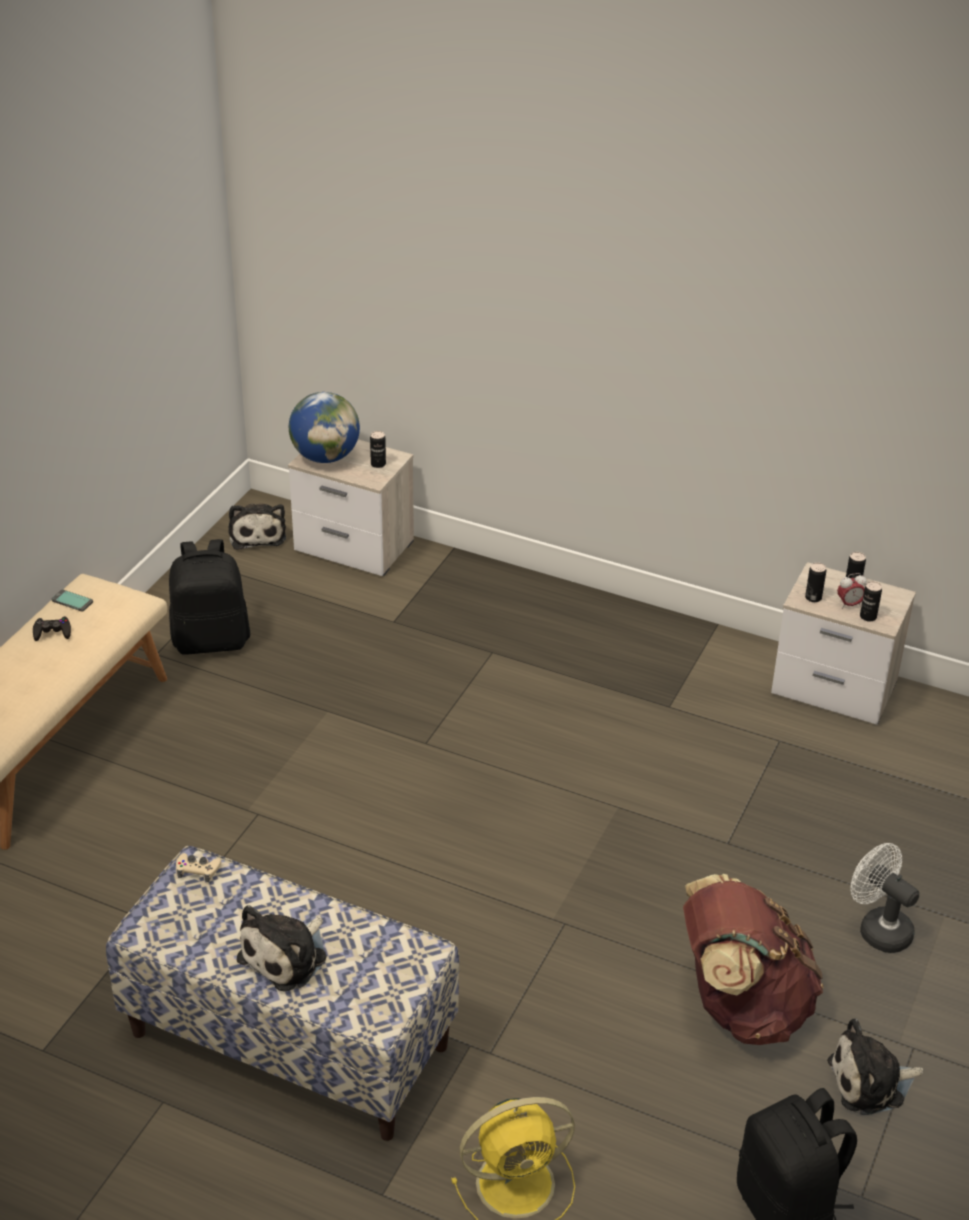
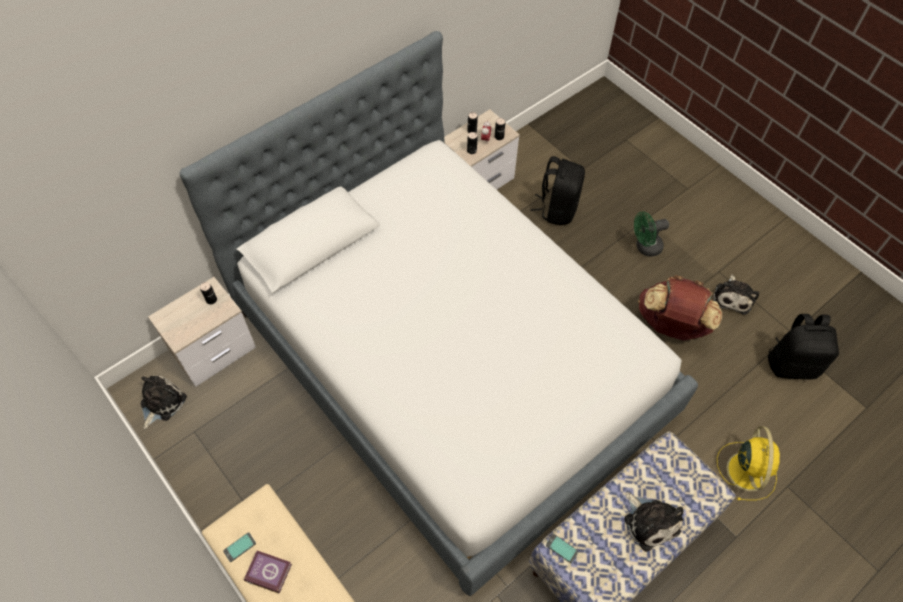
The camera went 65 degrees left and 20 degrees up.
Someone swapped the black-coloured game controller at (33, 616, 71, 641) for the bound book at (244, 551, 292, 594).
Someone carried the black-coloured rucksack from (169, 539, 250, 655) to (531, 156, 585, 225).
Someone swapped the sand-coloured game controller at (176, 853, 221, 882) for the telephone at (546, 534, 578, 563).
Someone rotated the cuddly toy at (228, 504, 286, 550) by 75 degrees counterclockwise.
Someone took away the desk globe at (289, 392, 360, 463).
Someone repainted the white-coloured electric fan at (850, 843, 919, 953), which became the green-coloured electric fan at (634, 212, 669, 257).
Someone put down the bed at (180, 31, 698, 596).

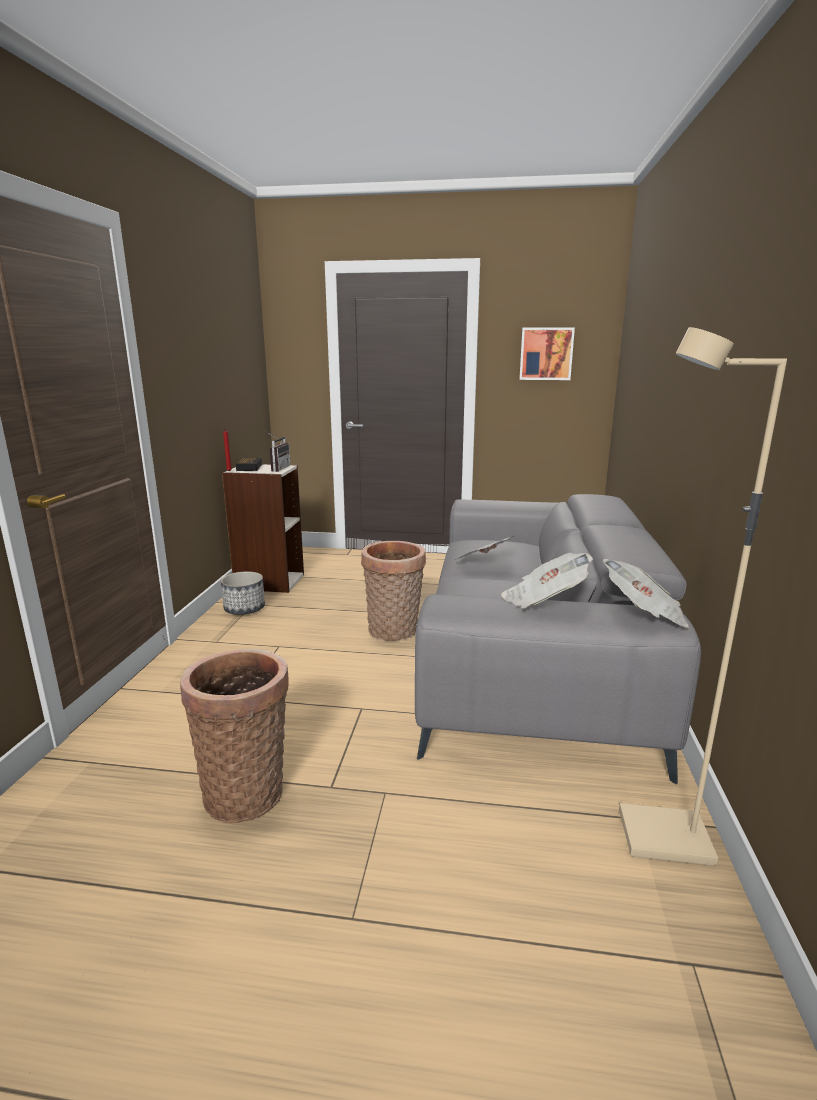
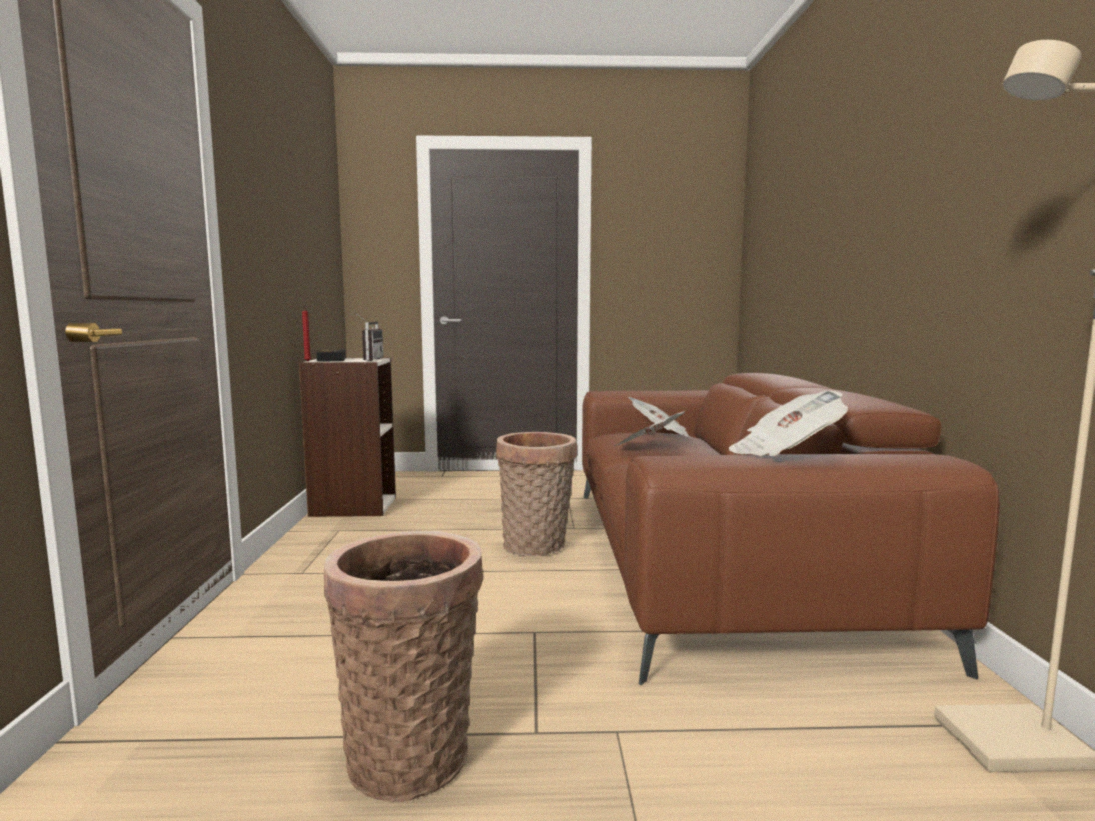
The camera went 10 degrees left and 10 degrees down.
Someone took away the planter at (221, 571, 265, 615).
Someone repainted the grey settee at (415, 494, 701, 785), which became the brown settee at (582, 373, 1000, 685).
Someone took away the wall picture at (519, 327, 575, 380).
Someone carried the newspaper from (603, 559, 690, 628) to (628, 397, 691, 438).

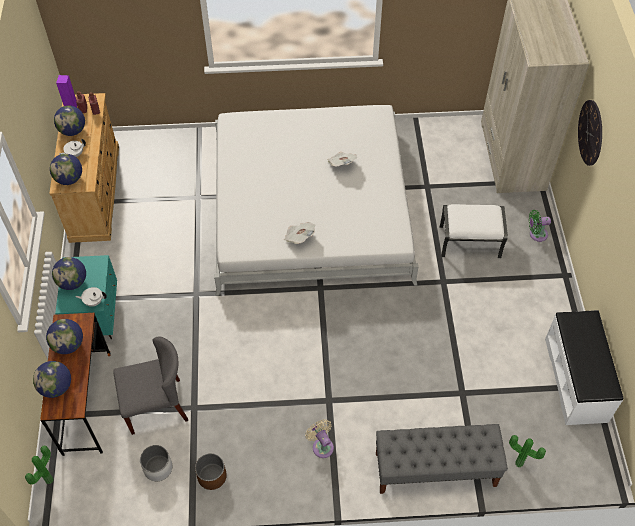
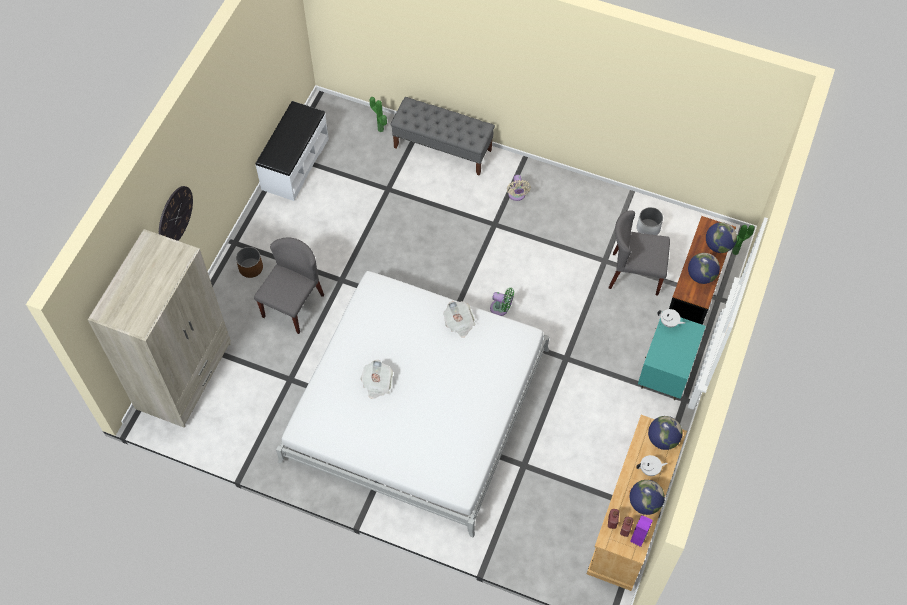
The camera went 155 degrees left and 5 degrees up.
Someone took away the desk globe at (52, 257, 86, 290).
Someone carried the brown planter from (195, 453, 227, 490) to (236, 247, 263, 278).
Someone swapped the white-coloured footrest at (439, 204, 508, 258) for the grey plain chair at (254, 237, 324, 334).
Someone carried the green-coloured electric fan from (529, 210, 551, 242) to (490, 288, 514, 316).

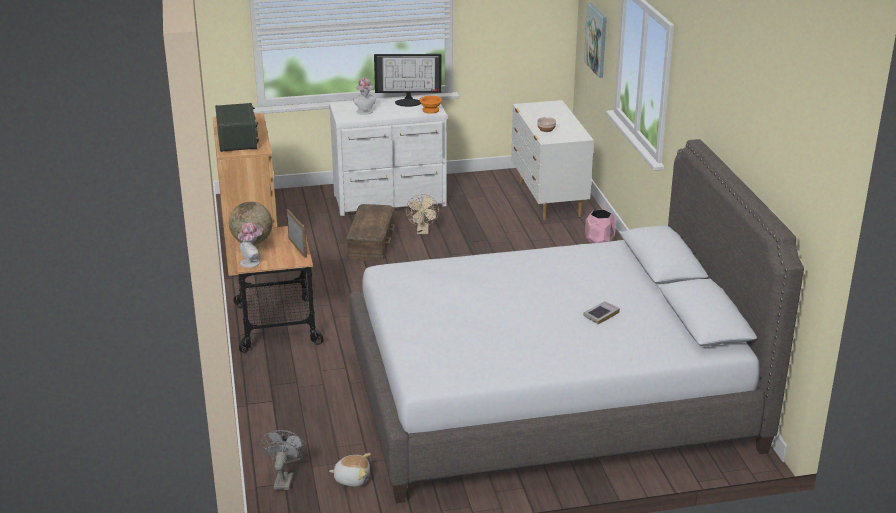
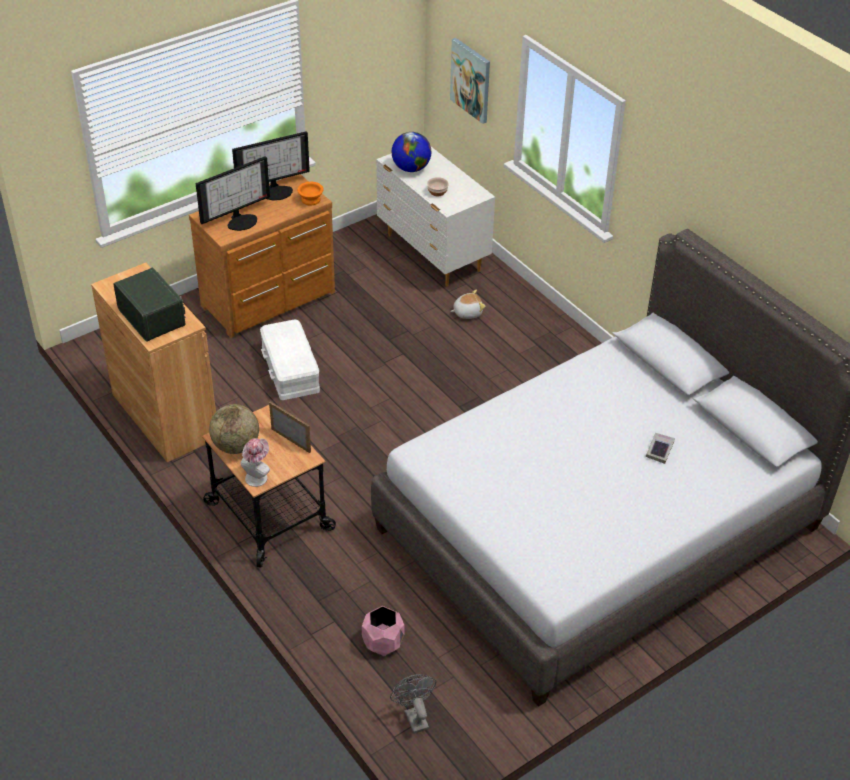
The camera went 25 degrees left and 15 degrees up.
Someone repainted the white-coloured dresser at (329, 95, 447, 216), which became the brown dresser at (189, 174, 335, 338).
Someone carried the cuddly toy from (329, 453, 371, 487) to (450, 290, 486, 319).
Someone repainted the brown storage container at (346, 204, 395, 261), which became the white-coloured storage container at (260, 319, 320, 400).
Someone swapped the wearable hat at (353, 78, 376, 115) for the computer display at (196, 156, 270, 231).
Someone took away the sand-coloured electric fan at (406, 194, 439, 234).
Someone carried the pinkish planter from (585, 209, 616, 243) to (362, 606, 404, 656).
Someone put down the desk globe at (392, 132, 431, 172).

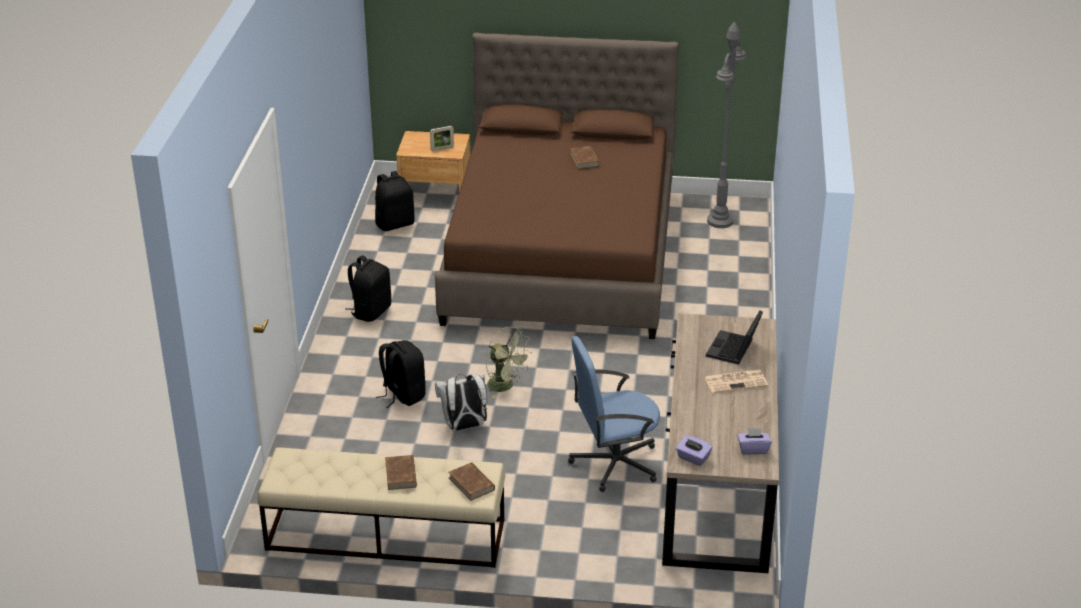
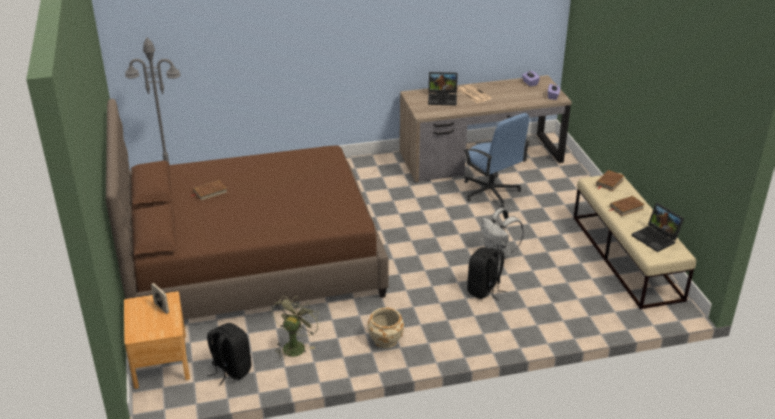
The camera went 110 degrees left and 0 degrees up.
Someone swapped the black-coloured rucksack at (346, 255, 391, 322) for the sand-coloured planter at (367, 308, 404, 348).
Someone carried the green-coloured electric fan from (486, 327, 530, 399) to (271, 296, 321, 360).
Someone put down the portable computer at (631, 203, 684, 252).

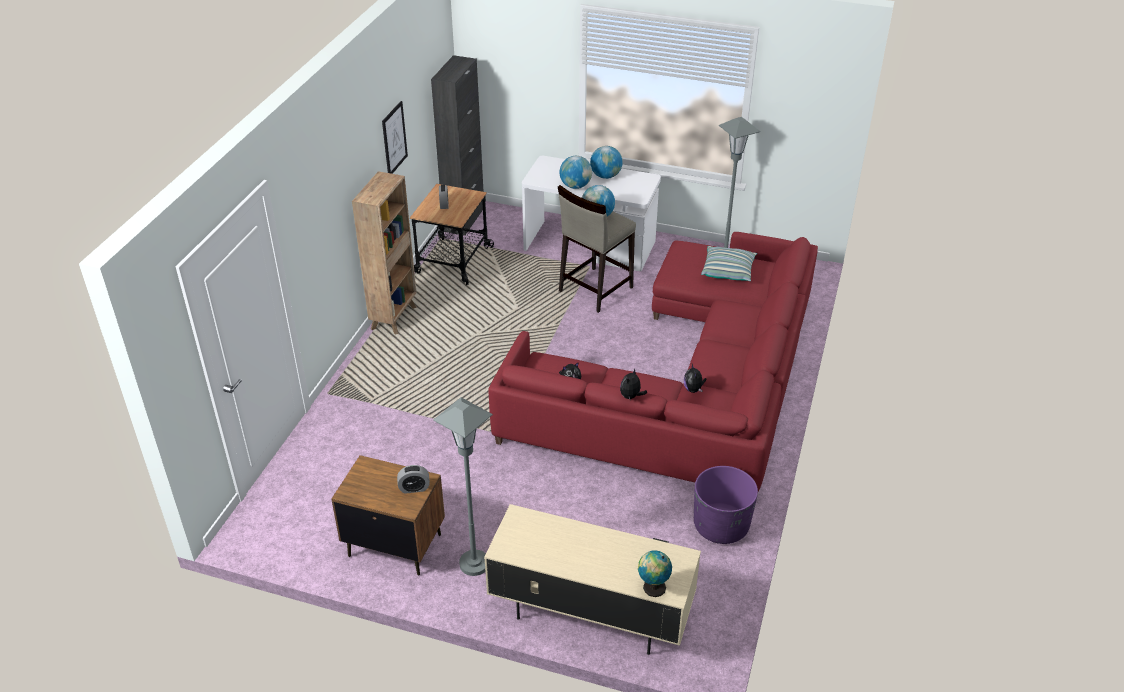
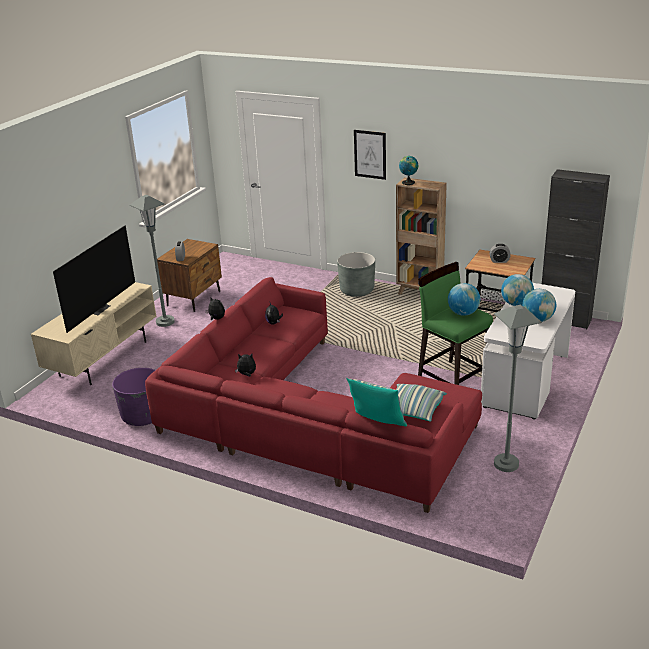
The camera went 100 degrees right and 10 degrees down.
Someone carried the wall picture from (382, 101, 408, 174) to (354, 130, 386, 180).
Someone repainted the sand-coloured sitting stool at (558, 185, 636, 313), which became the green-coloured sitting stool at (418, 262, 493, 385).
Someone carried the desk globe from (638, 551, 672, 597) to (399, 156, 418, 185).
Someone put down the television at (53, 225, 135, 333).
Someone put down the grey planter at (337, 252, 375, 297).
Someone put down the throw pillow at (346, 378, 407, 427).

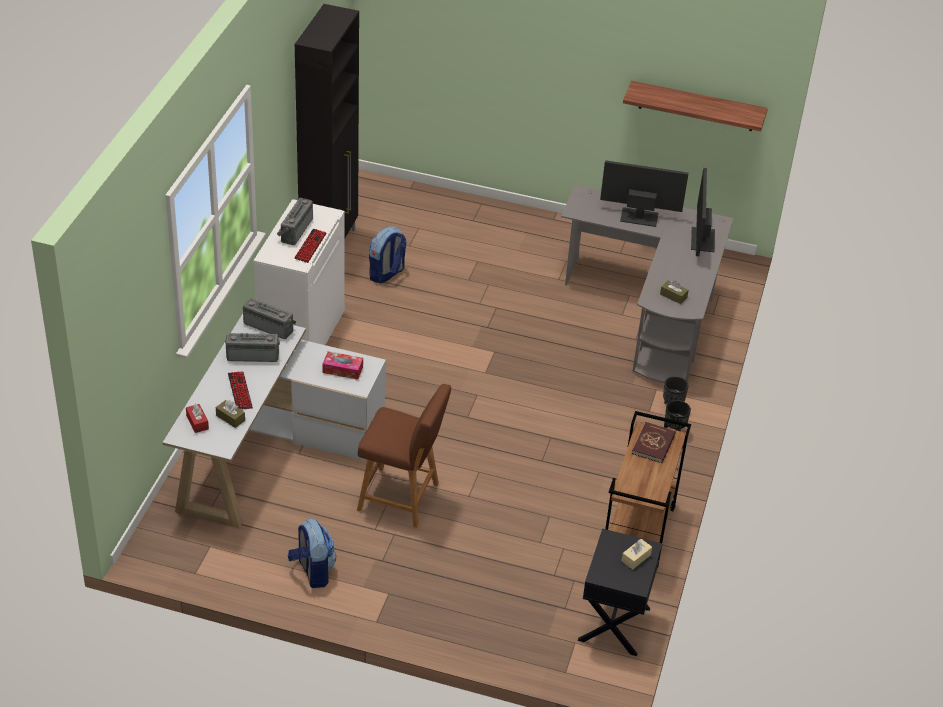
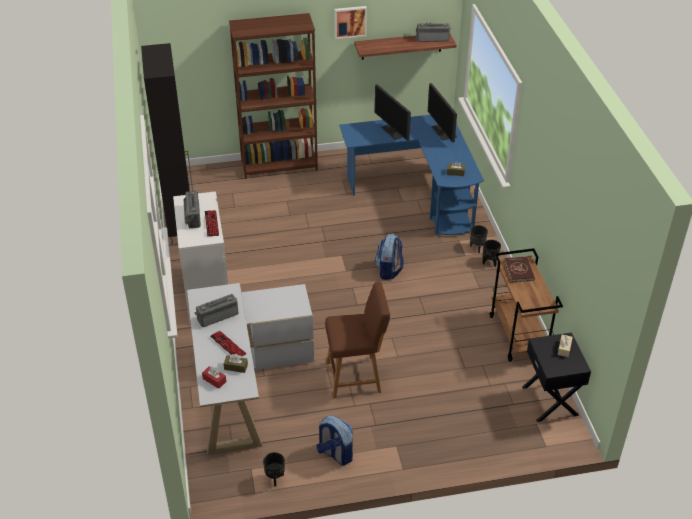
The camera went 25 degrees left and 0 degrees up.
Someone carried the radio receiver from (243, 298, 296, 339) to (416, 22, 451, 42).
Someone took away the tissue box at (322, 351, 363, 380).
Someone carried the rucksack from (369, 226, 407, 283) to (375, 234, 404, 280).
Someone repainted the grey desk unit at (561, 184, 734, 383), which became the bluish desk unit at (339, 115, 484, 235).
Someone rotated the computer display at (600, 160, 689, 227) by 105 degrees counterclockwise.
Someone put down the brown shelving unit at (229, 13, 318, 179).
Someone put down the black-coloured planter at (263, 452, 285, 487).
Someone put up the wall picture at (335, 6, 367, 39).

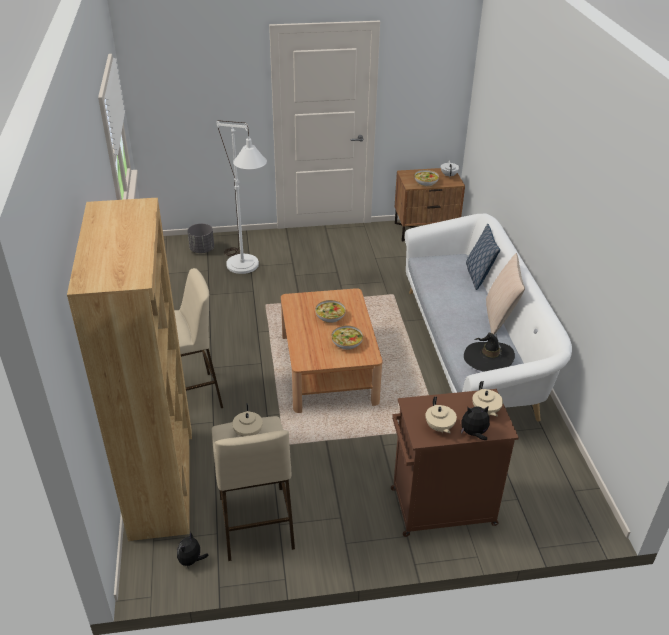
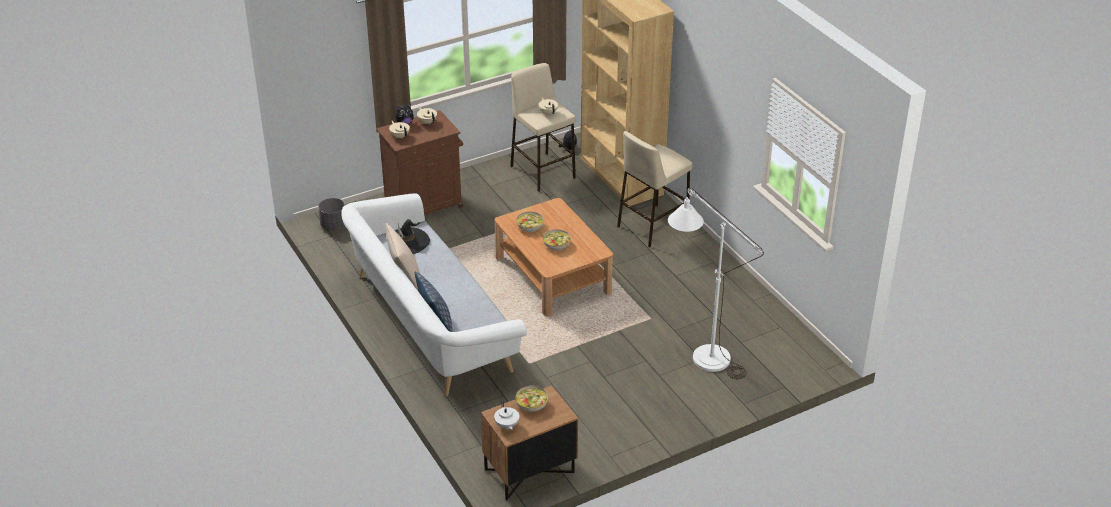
The camera went 160 degrees right and 0 degrees up.
Someone carried the grey planter from (188, 223, 214, 253) to (318, 198, 345, 230).

